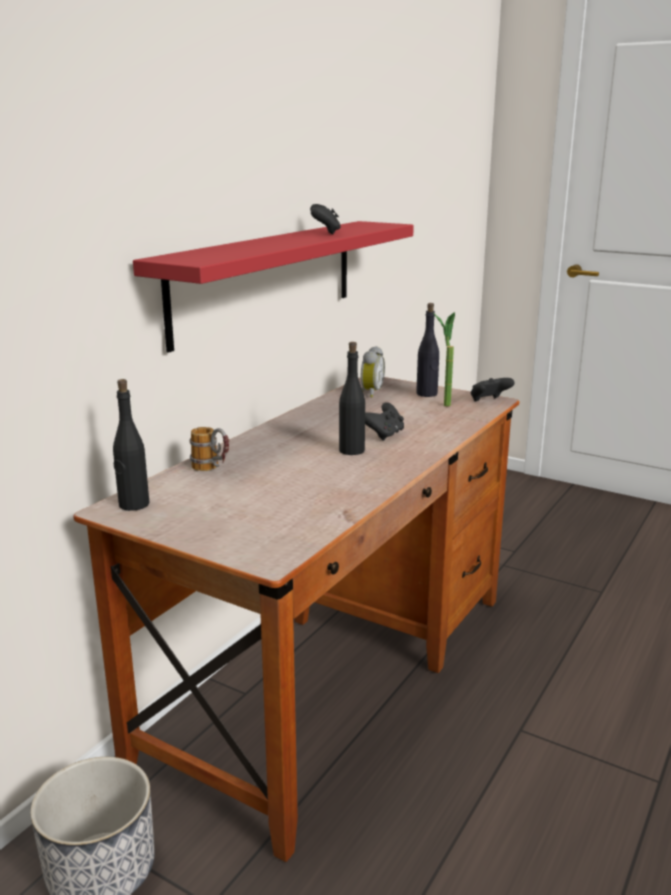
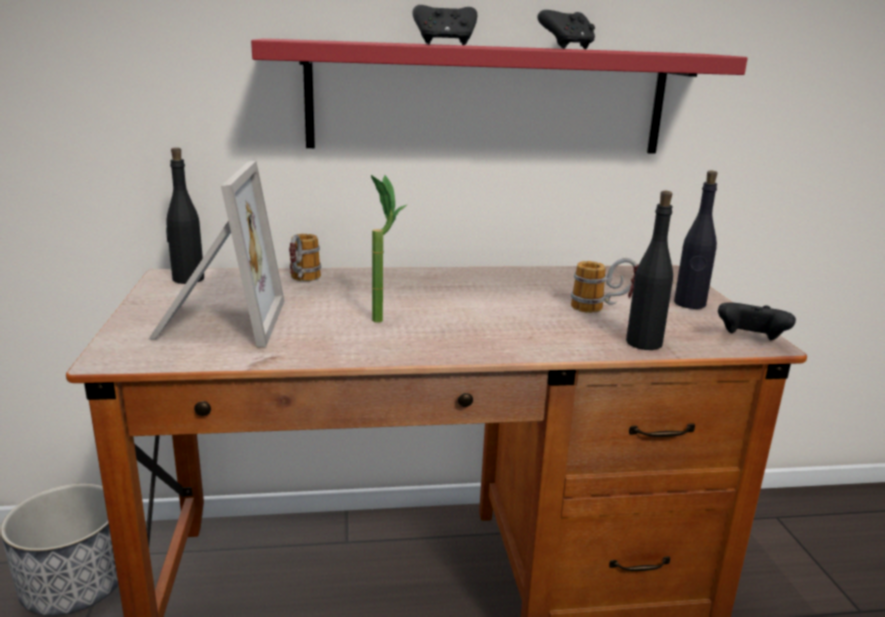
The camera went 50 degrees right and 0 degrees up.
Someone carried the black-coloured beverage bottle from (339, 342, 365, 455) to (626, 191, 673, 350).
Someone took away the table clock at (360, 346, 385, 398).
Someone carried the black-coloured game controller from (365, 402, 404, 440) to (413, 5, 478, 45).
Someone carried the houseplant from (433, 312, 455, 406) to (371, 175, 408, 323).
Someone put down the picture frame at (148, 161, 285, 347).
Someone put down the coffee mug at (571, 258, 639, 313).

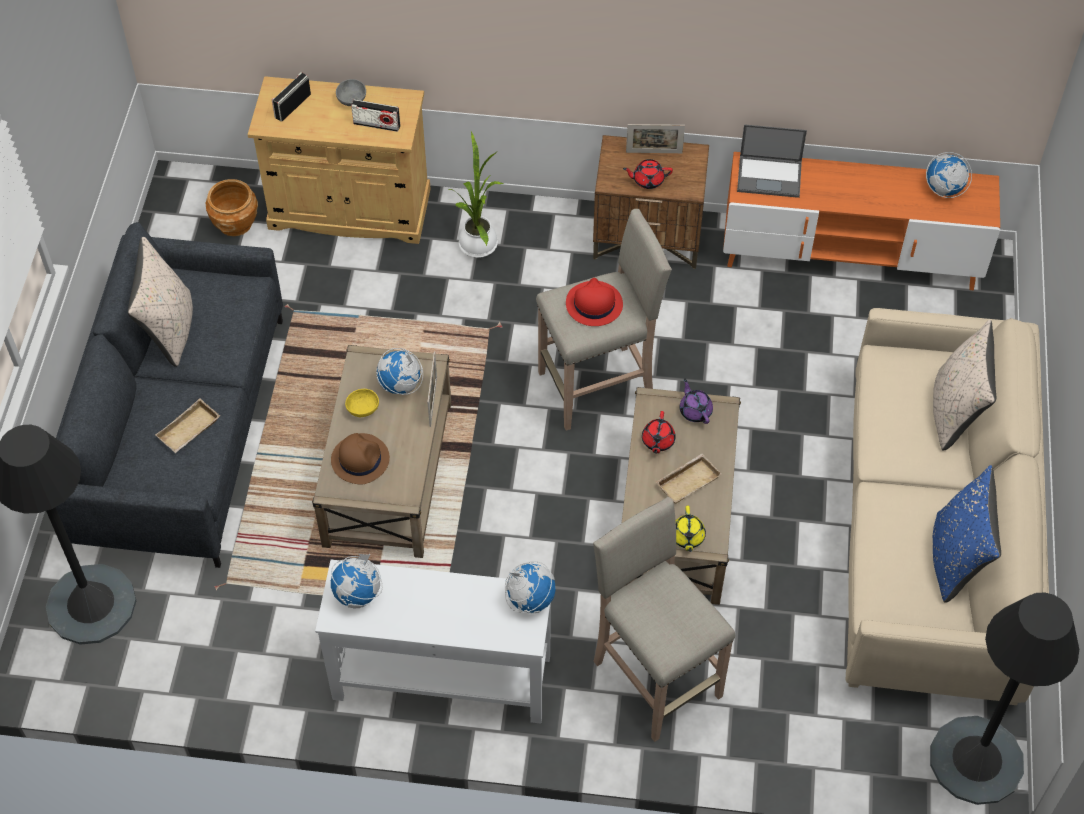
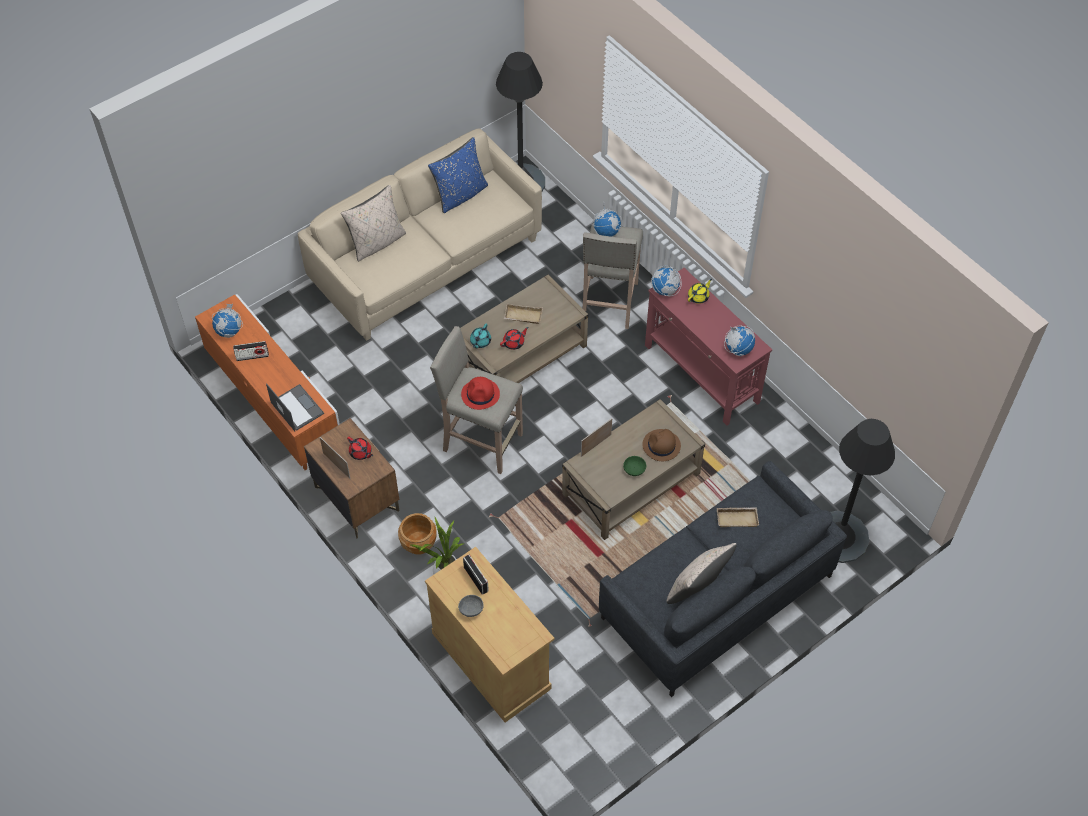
The camera went 135 degrees left and 0 degrees up.
Someone carried the brown planter from (205, 179, 258, 236) to (398, 513, 437, 555).
Someone carried the radio receiver from (272, 72, 311, 122) to (233, 341, 269, 361).
Someone repainted the white-coloured hall table at (315, 560, 551, 723), which became the red hall table at (645, 268, 772, 426).
Someone repainted the yellow deep dish at (345, 389, 379, 417), which became the green-coloured deep dish at (623, 456, 646, 476).
Someone carried the desk globe from (376, 348, 423, 395) to (591, 203, 622, 237).
Someone carried the yellow tea pot from (676, 506, 706, 552) to (688, 279, 712, 304).
Someone repainted the purple tea pot at (679, 378, 713, 424), which became the turquoise-coloured tea pot at (470, 323, 491, 348).

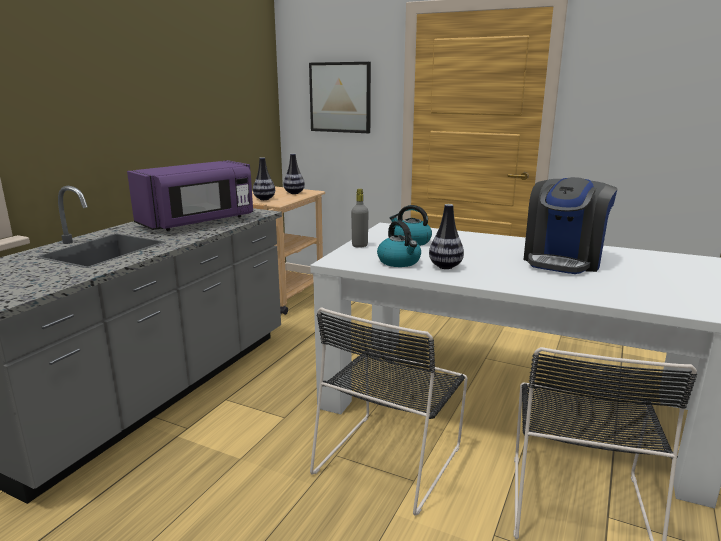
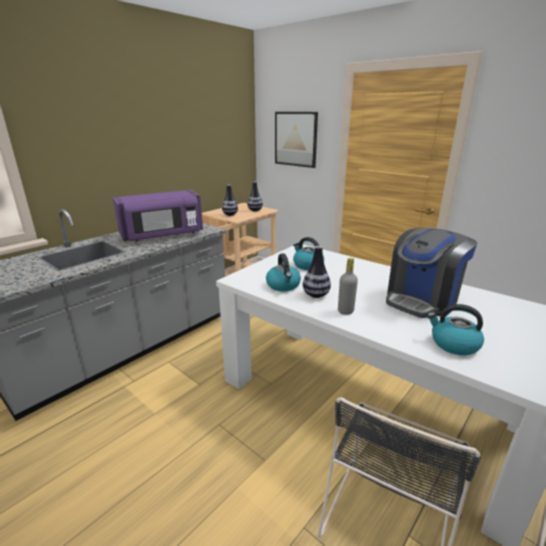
The camera went 15 degrees right and 5 degrees up.
Someone took away the black-coloured plain chair at (310, 307, 468, 516).
Someone carried the grey beverage bottle from (351, 189, 369, 248) to (338, 258, 358, 315).
Someone put down the tea kettle at (427, 304, 484, 355).

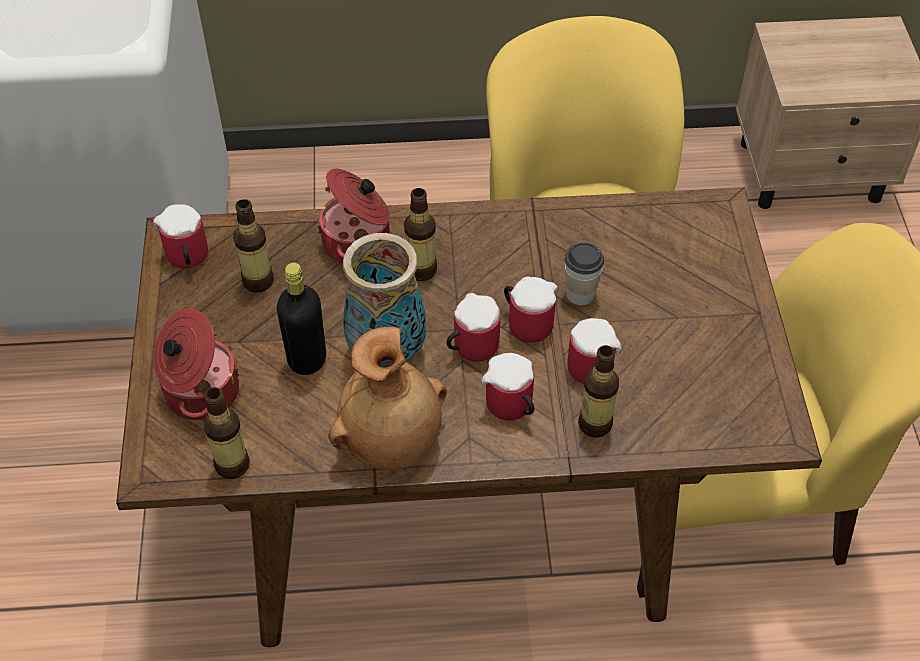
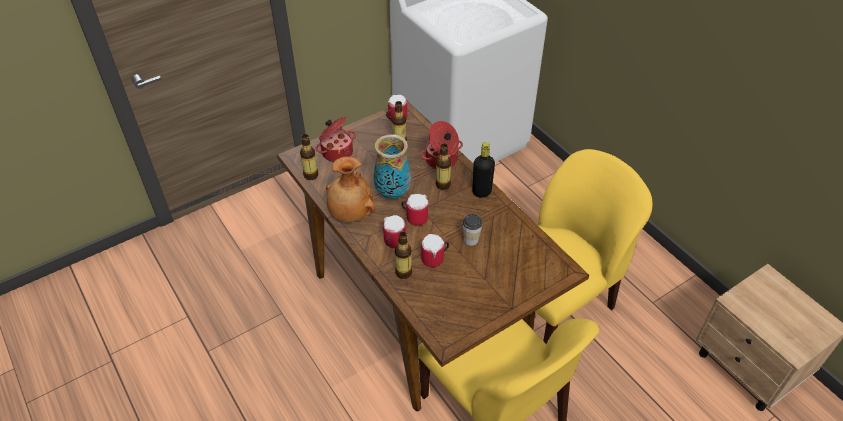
The camera went 60 degrees right and 5 degrees down.
Someone carried the black-coloured beverage bottle from (277, 263, 326, 375) to (472, 142, 495, 198).
Someone took away the coffee mug at (504, 276, 559, 343).

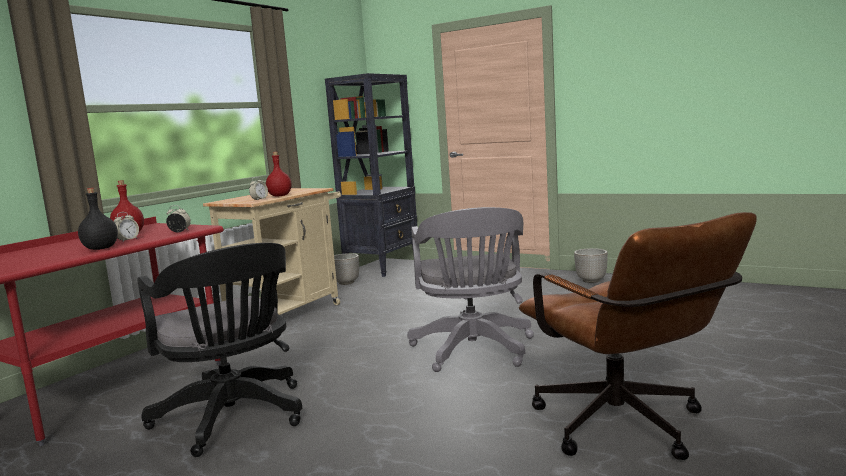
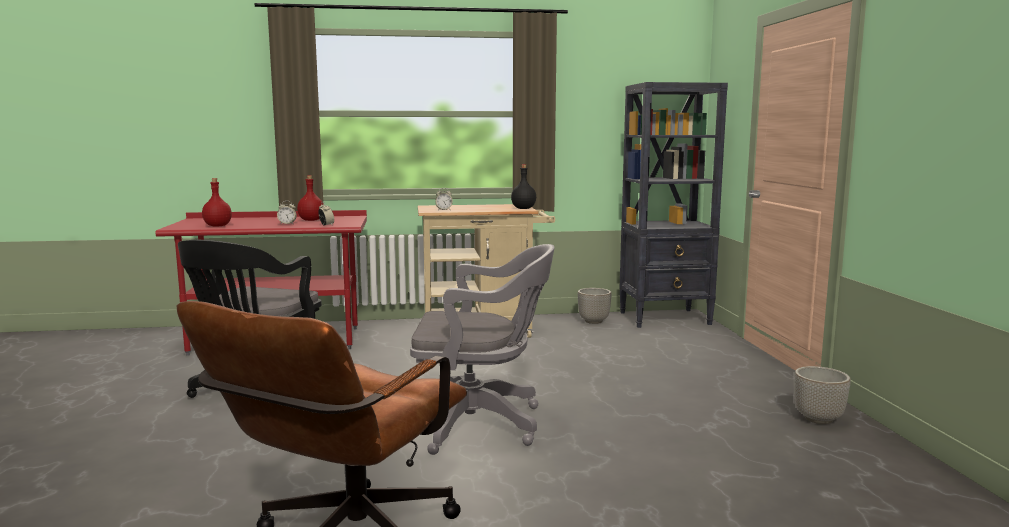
The camera went 50 degrees right and 0 degrees up.
Someone carried the black-coloured beverage bottle from (78, 188, 118, 250) to (511, 164, 536, 209).
Someone carried the red beverage bottle from (266, 152, 292, 196) to (202, 178, 232, 227).
Someone rotated the grey office chair at (407, 207, 534, 372) by 135 degrees counterclockwise.

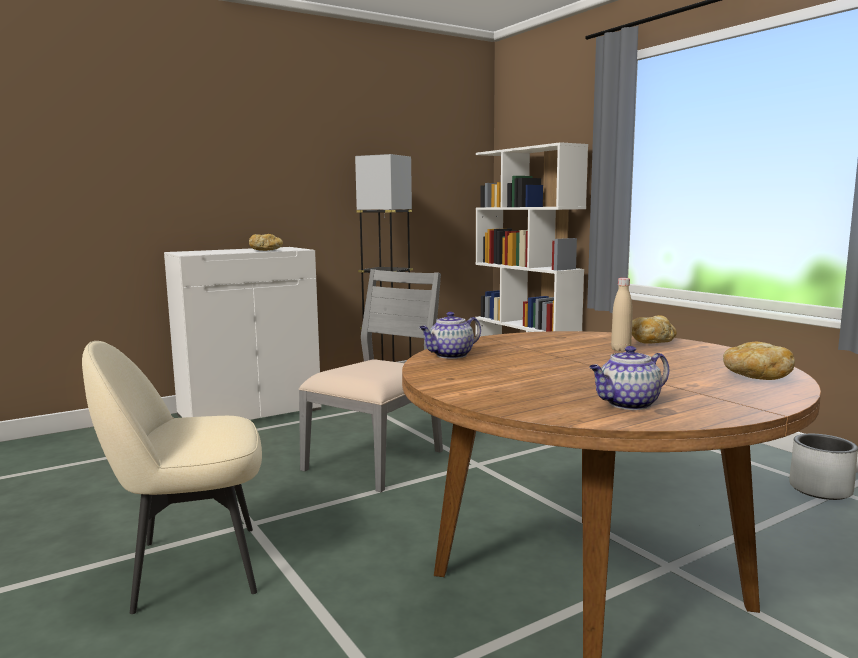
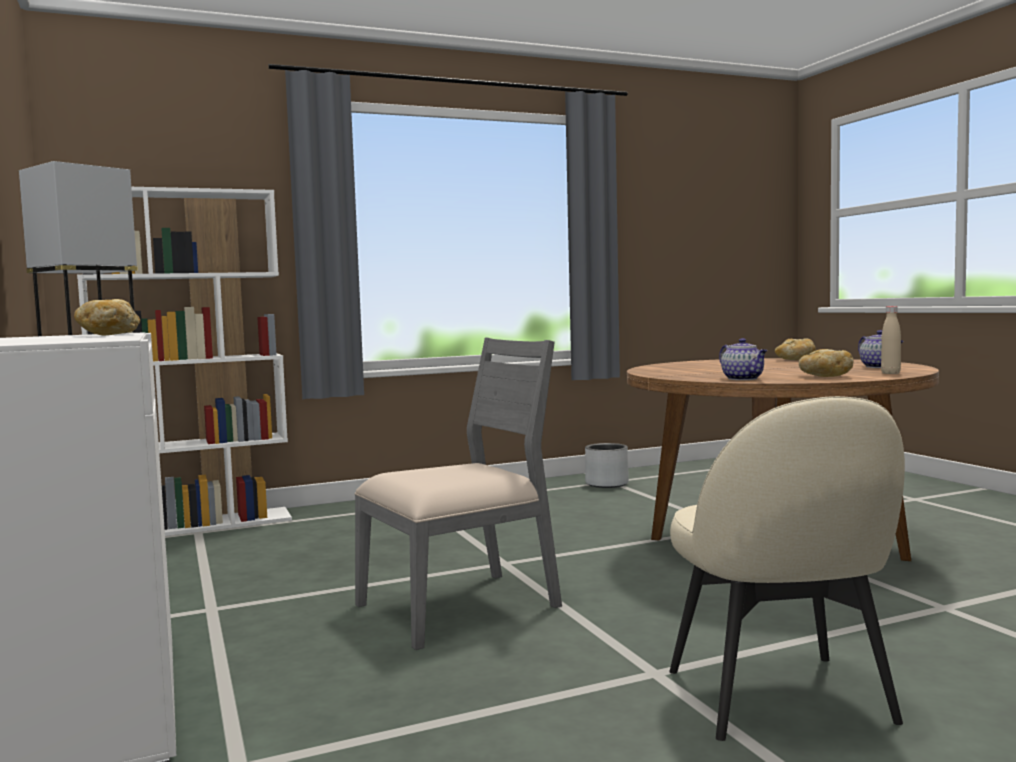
The camera went 80 degrees left and 5 degrees down.
Someone rotated the grey plain chair at (299, 269, 443, 492) by 105 degrees clockwise.
Someone carried the sand-coloured beverage bottle from (611, 278, 633, 352) to (881, 306, 901, 374).
Someone carried the bakery bread from (632, 315, 677, 344) to (799, 349, 854, 377).

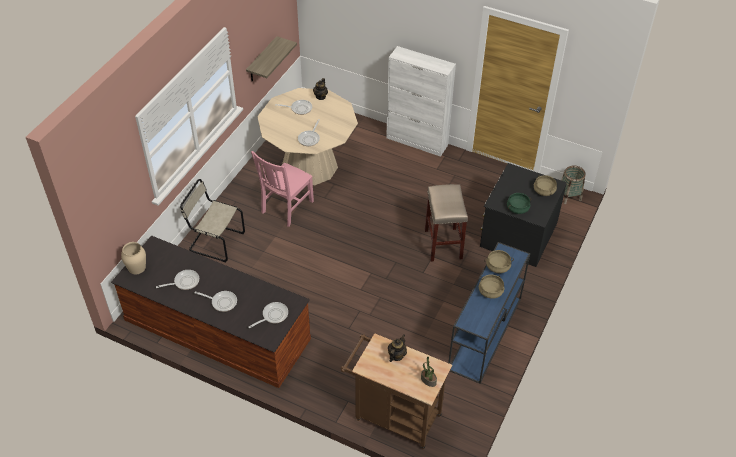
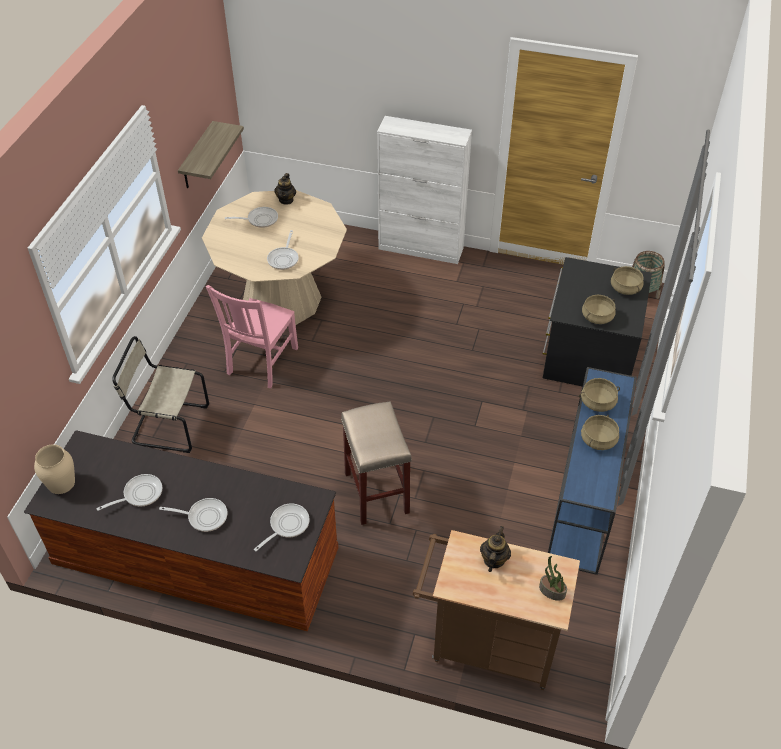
The camera went 10 degrees left and 0 degrees up.
Someone carried the sand-coloured sitting stool from (425, 184, 468, 262) to (341, 401, 412, 525).
Someone repainted the green-coloured saucepot at (507, 193, 531, 214), which became the sand-coloured saucepot at (582, 295, 616, 324).

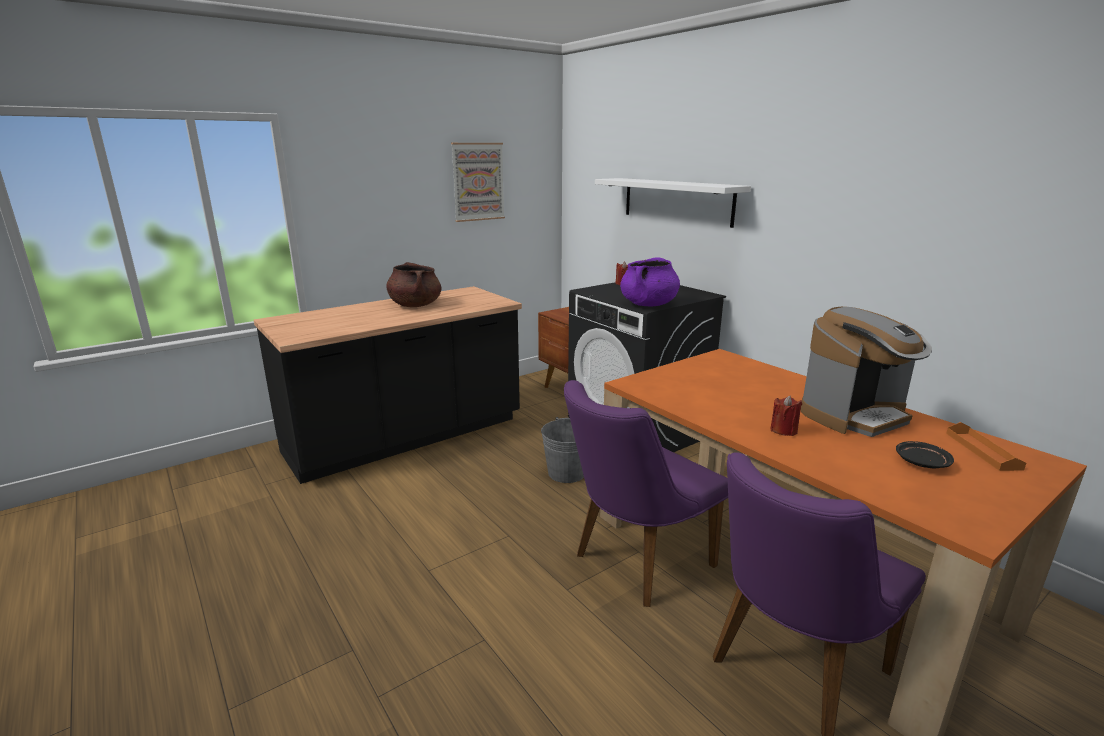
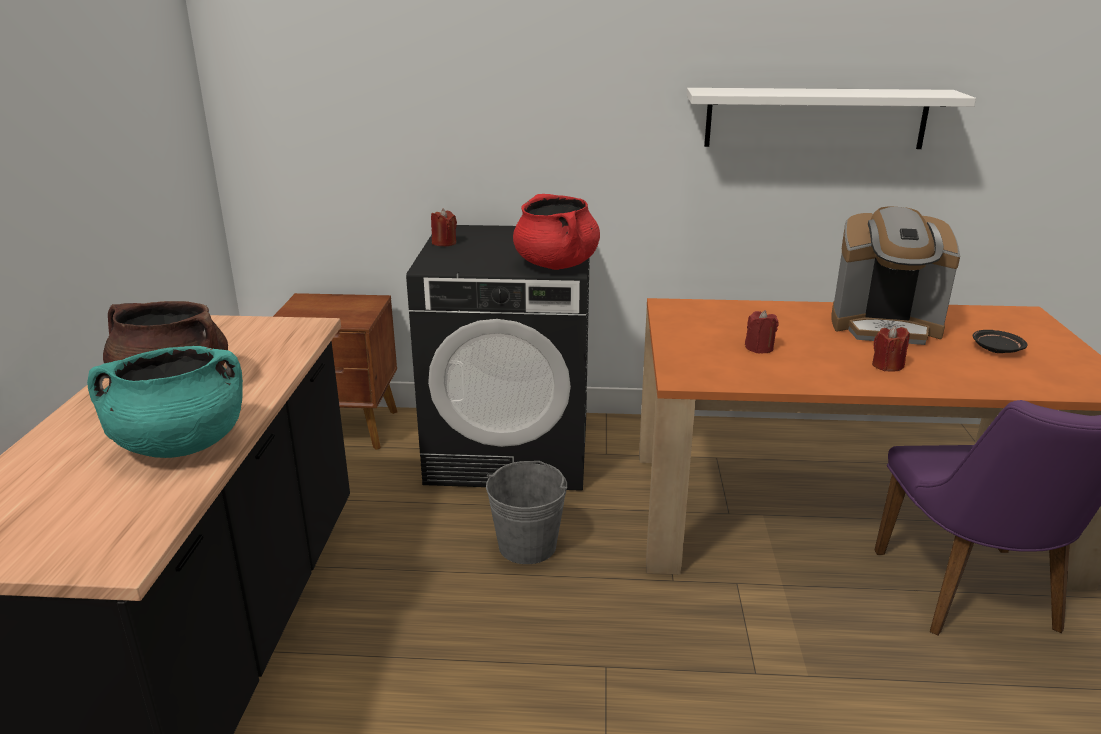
The camera went 50 degrees left and 5 degrees up.
Someone took away the wall picture at (451, 143, 505, 222).
Someone took away the purple plain chair at (564, 380, 728, 607).
Someone carried the white-coloured bracket shelf from (595, 178, 751, 228) to (687, 88, 976, 149).
Someone repainted the purple saucepot at (620, 257, 680, 306), which became the red saucepot at (513, 194, 600, 270).
Someone rotated the coffee maker at (801, 307, 932, 437) by 90 degrees clockwise.
Someone took away the orange-coloured carrying tray at (946, 422, 1026, 471).
Someone put down the turquoise-coloured saucepot at (87, 346, 243, 458).
Someone put down the red candle at (745, 310, 779, 353).

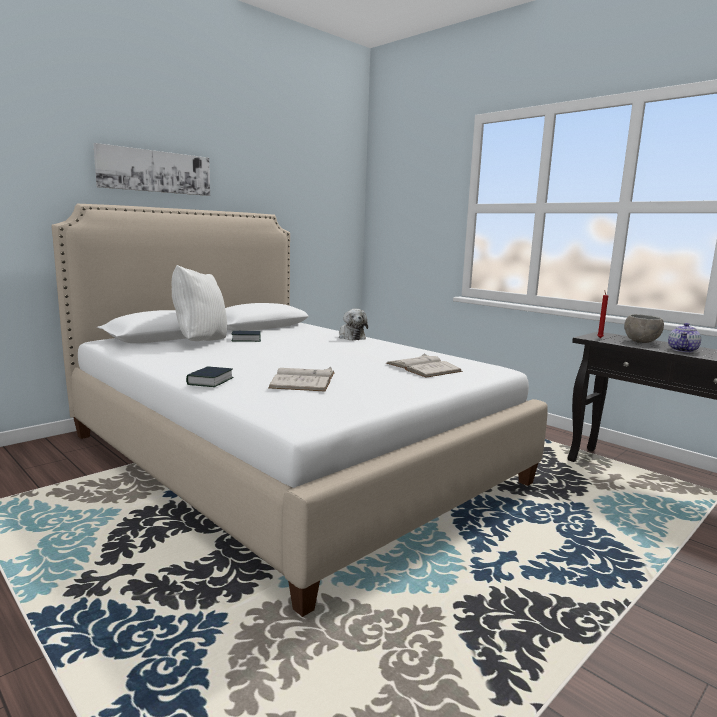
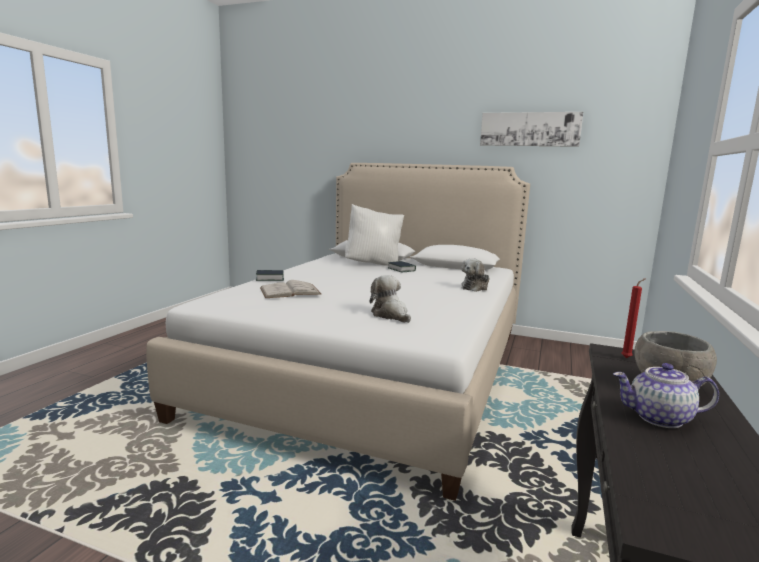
The camera went 65 degrees right and 0 degrees up.
Someone carried the wall picture from (93, 143, 210, 196) to (480, 112, 583, 147).
Someone swapped the white-coloured bound book at (386, 354, 462, 378) for the cuddly toy at (370, 275, 411, 323).

